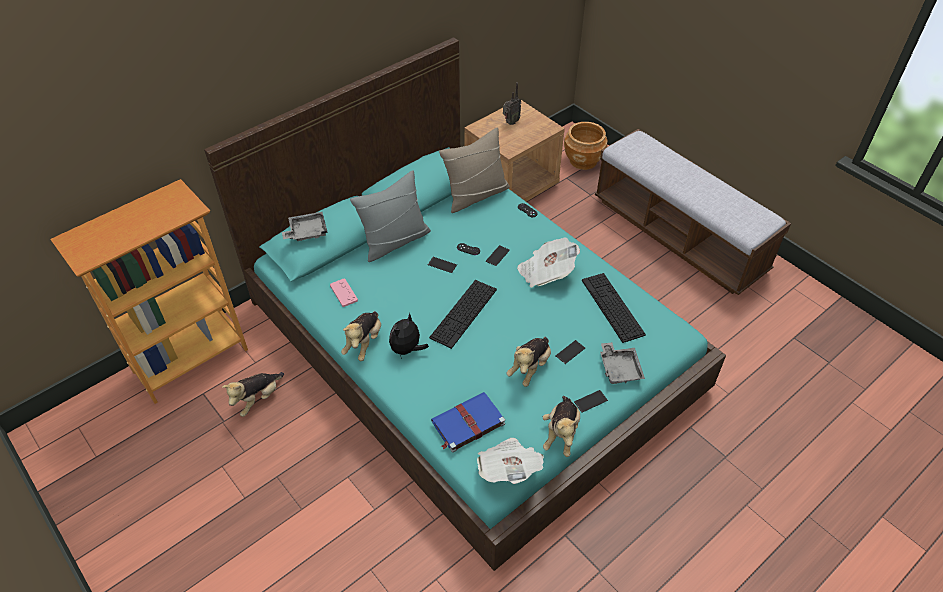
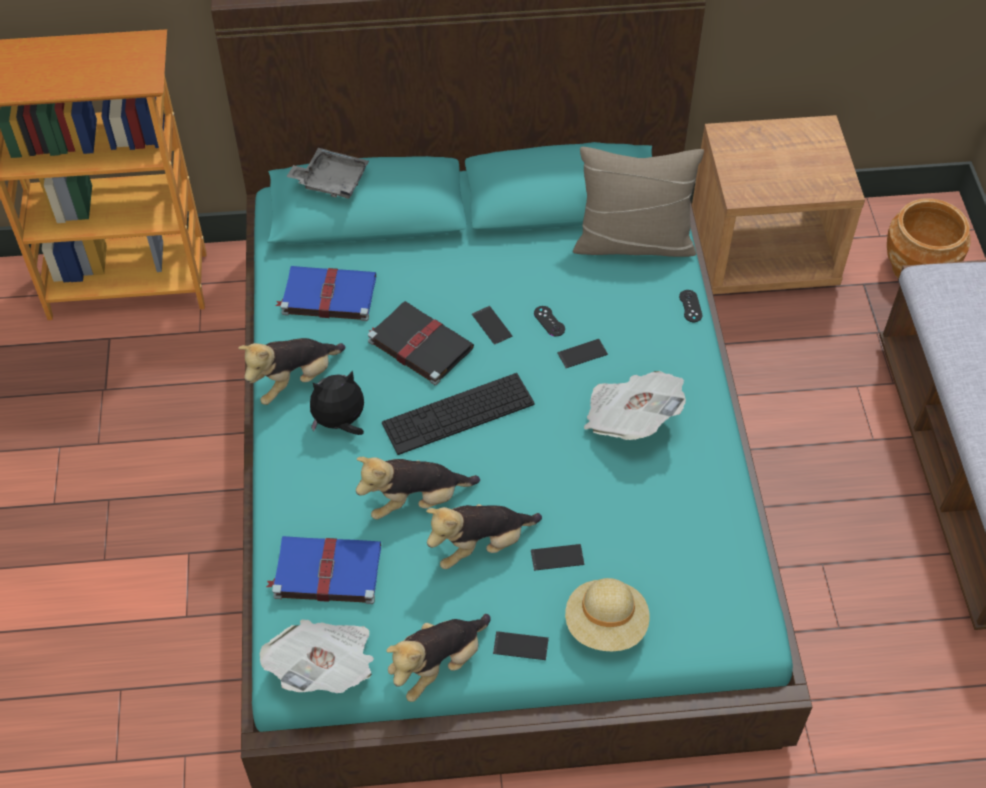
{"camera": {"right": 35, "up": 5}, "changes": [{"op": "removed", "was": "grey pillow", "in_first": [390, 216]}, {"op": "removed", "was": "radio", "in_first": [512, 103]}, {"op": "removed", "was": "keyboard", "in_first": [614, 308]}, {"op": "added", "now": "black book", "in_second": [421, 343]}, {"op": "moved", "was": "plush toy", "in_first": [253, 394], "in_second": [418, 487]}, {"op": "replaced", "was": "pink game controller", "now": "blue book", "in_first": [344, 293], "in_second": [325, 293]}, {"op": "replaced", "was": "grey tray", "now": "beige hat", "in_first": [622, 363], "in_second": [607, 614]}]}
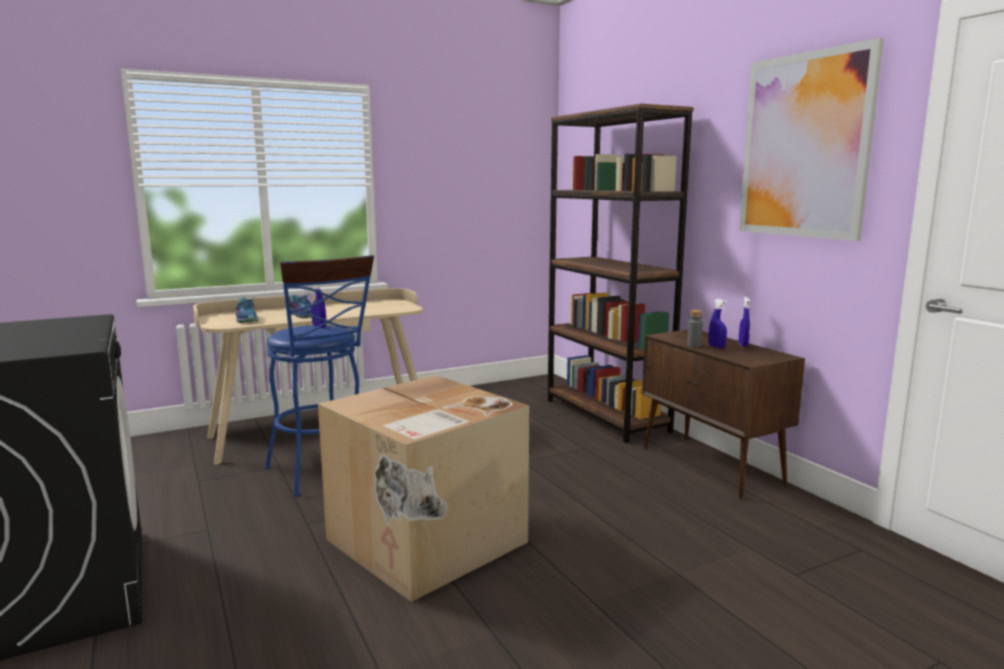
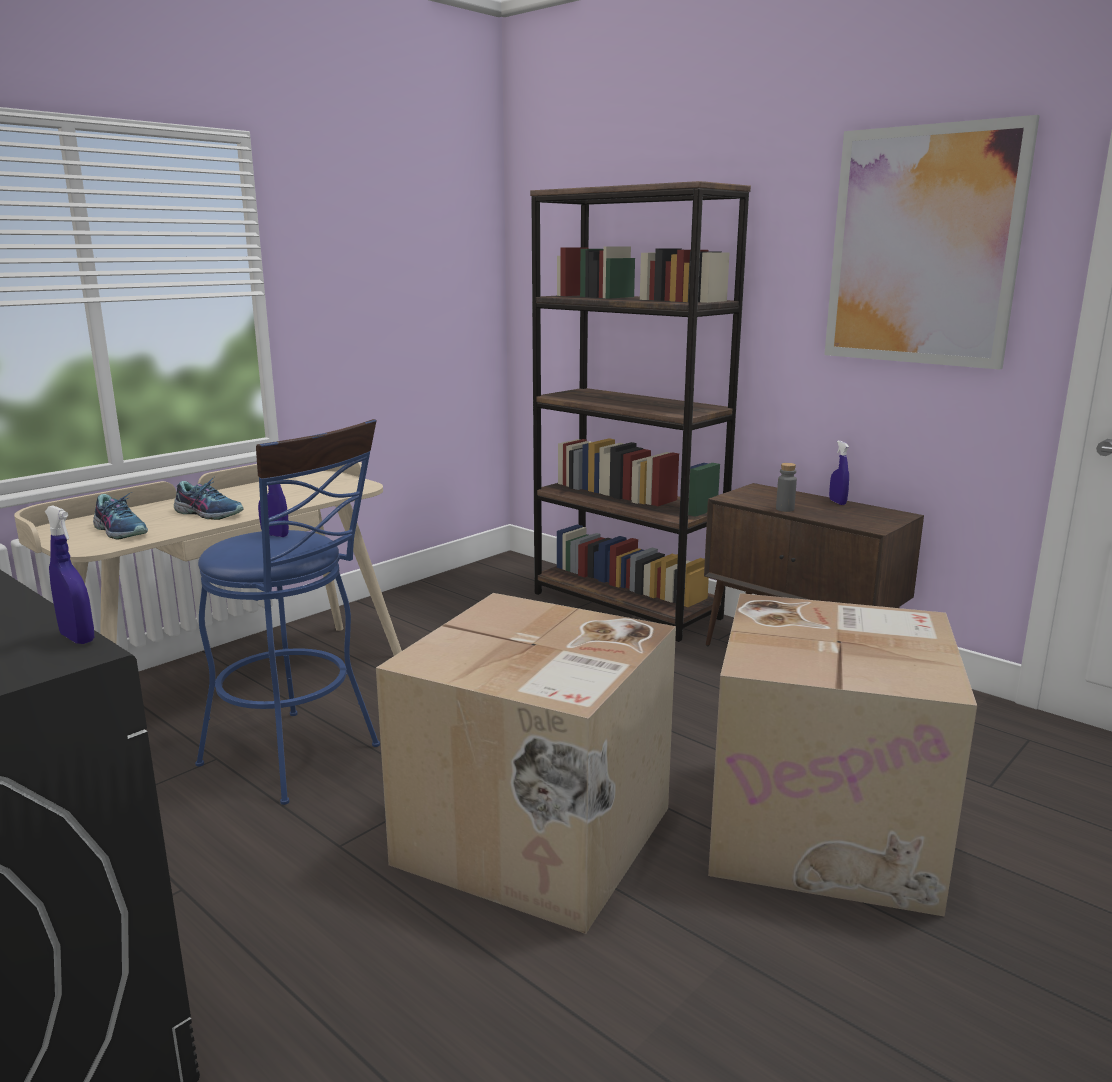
{"camera": {"right": -20, "up": 5}, "changes": [{"op": "added", "now": "cardboard box", "in_second": [842, 755]}, {"op": "moved", "was": "blue spray bottle", "in_first": [717, 323], "in_second": [69, 575]}]}
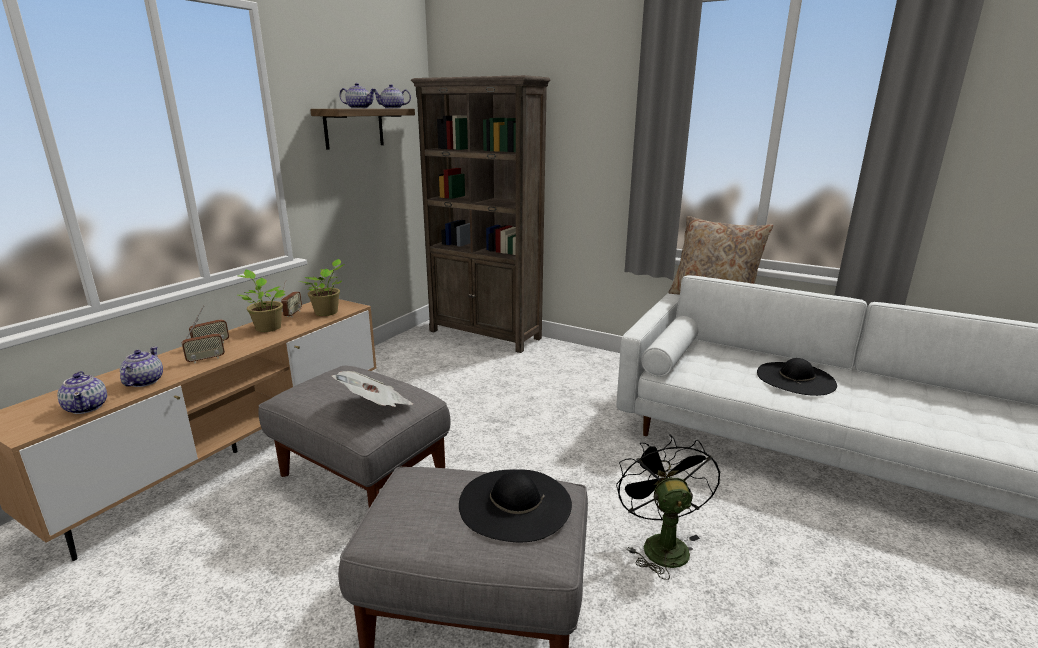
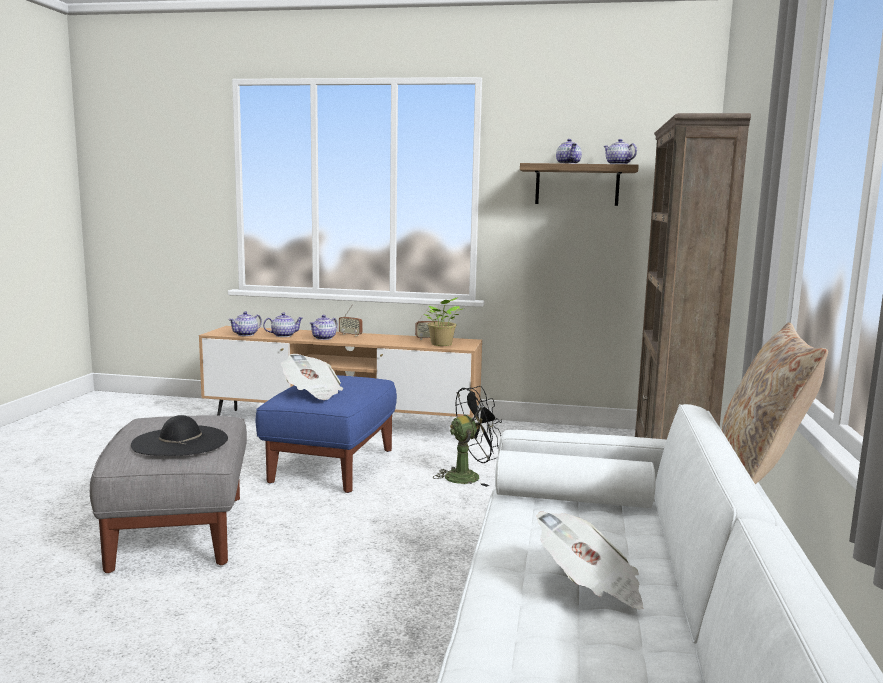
{"camera": {"right": 70, "up": -10}, "changes": [{"op": "removed", "was": "potted plant", "in_first": [261, 301]}, {"op": "moved", "was": "black fan", "in_first": [668, 507], "in_second": [467, 436]}, {"op": "replaced", "was": "radio", "now": "teapot", "in_first": [203, 341], "in_second": [324, 327]}, {"op": "replaced", "was": "black hat", "now": "newspaper", "in_first": [797, 377], "in_second": [590, 560]}, {"op": "recoloured", "was": "grey ottoman", "now": "blue ottoman", "in_first": [355, 437], "in_second": [326, 434]}]}
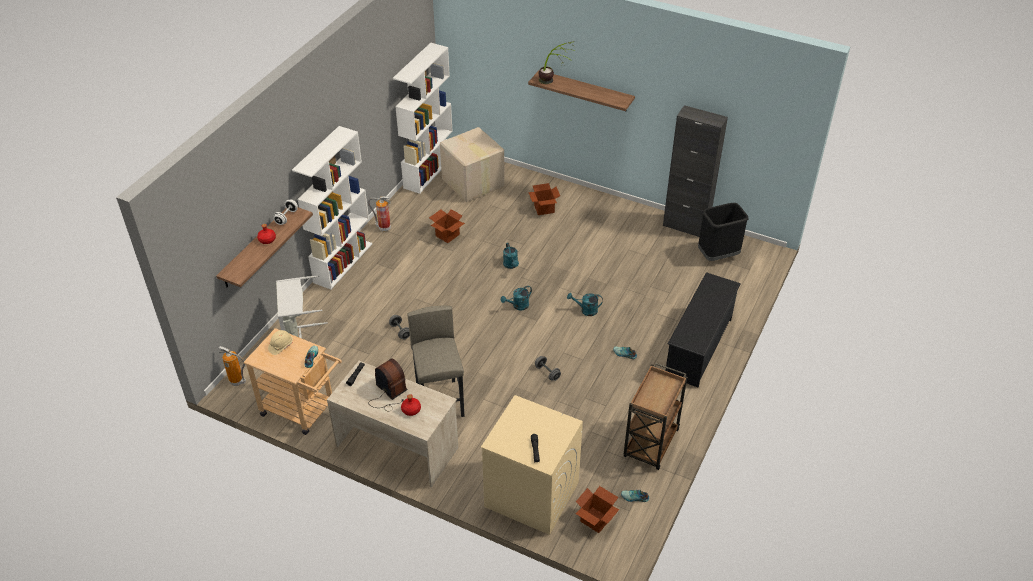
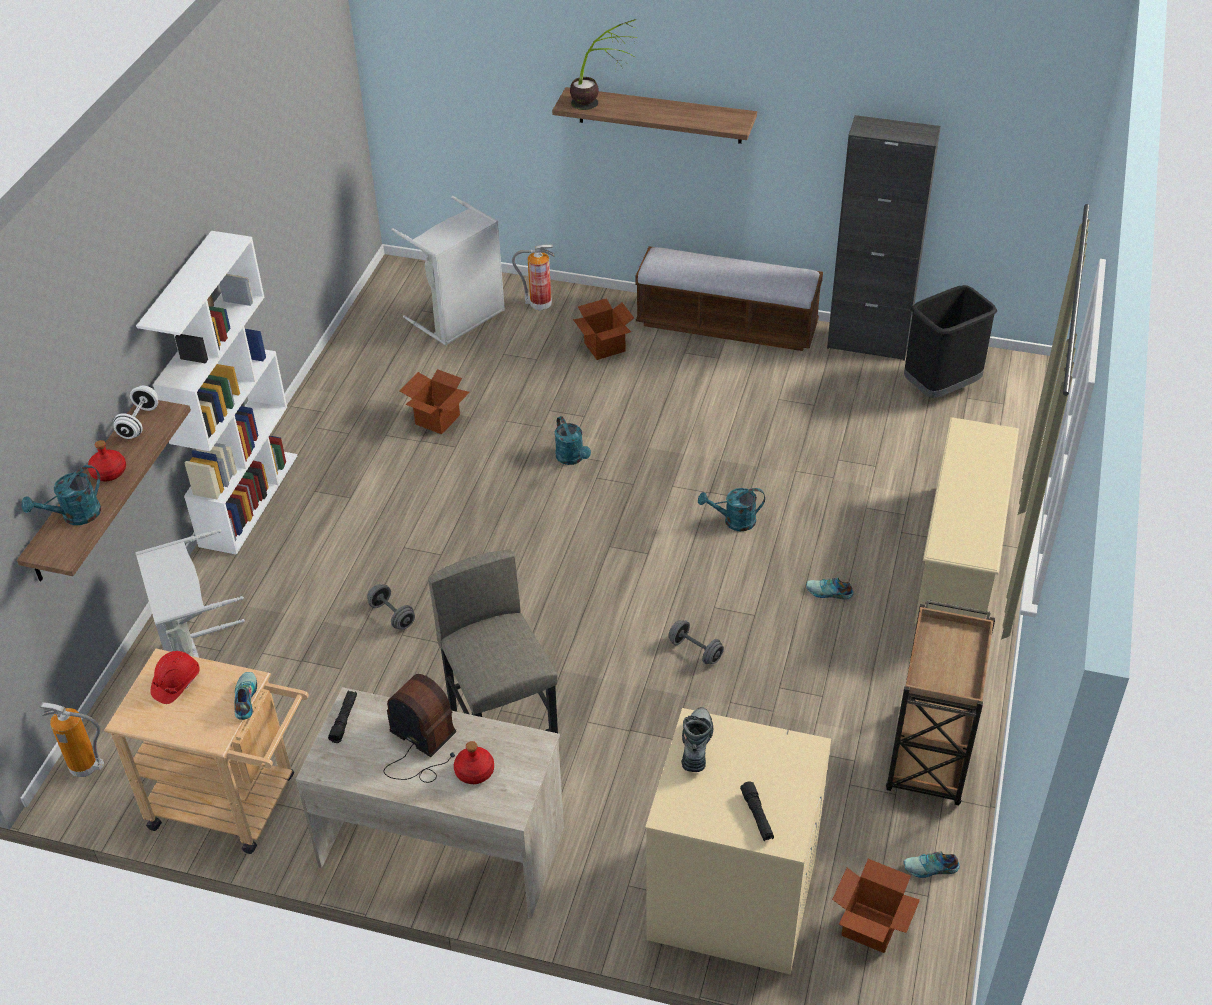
{"camera": {"right": -10, "up": 0}, "changes": [{"op": "removed", "was": "white bookcase", "in_first": [423, 118]}, {"op": "added", "now": "bench", "in_second": [729, 298]}, {"op": "added", "now": "boot", "in_second": [697, 739]}, {"op": "moved", "was": "fire extinguisher", "in_first": [379, 214], "in_second": [533, 278]}, {"op": "moved", "was": "turquoise watering can", "in_first": [516, 298], "in_second": [61, 495]}, {"op": "replaced", "was": "cardboard box", "now": "grey laundry basket", "in_first": [472, 164], "in_second": [448, 271]}, {"op": "recoloured", "was": "beige hard hat", "now": "red hard hat", "in_first": [280, 342], "in_second": [174, 677]}, {"op": "recoloured", "was": "black shoe rack", "now": "beige shoe rack", "in_first": [703, 329], "in_second": [967, 520]}]}
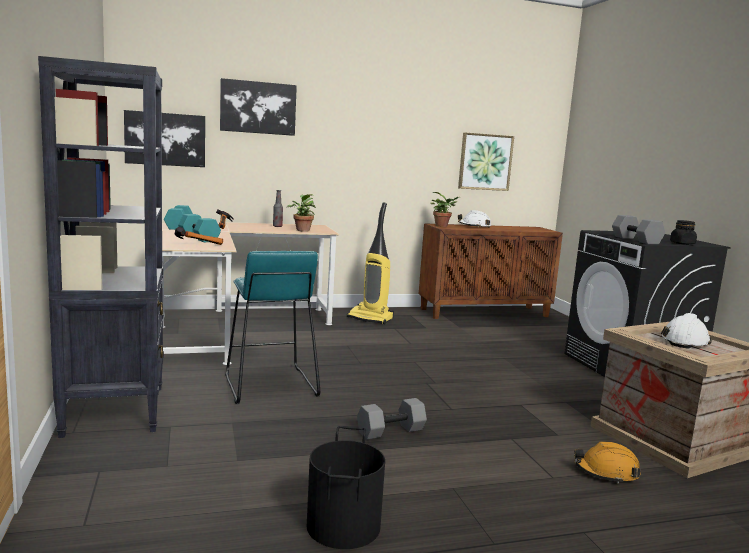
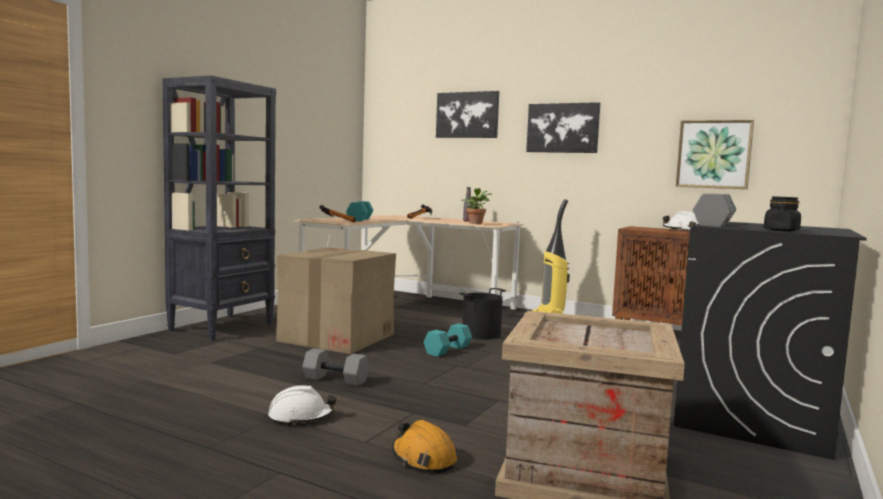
{"camera": {"right": 45, "up": -5}, "changes": [{"op": "removed", "was": "potted plant", "in_first": [445, 209]}, {"op": "moved", "was": "picture", "in_first": [164, 138], "in_second": [563, 127]}, {"op": "moved", "was": "turquoise dumbbell", "in_first": [178, 217], "in_second": [447, 340]}, {"op": "moved", "was": "black bucket", "in_first": [346, 487], "in_second": [482, 314]}, {"op": "moved", "was": "white hard hat", "in_first": [686, 331], "in_second": [302, 405]}, {"op": "replaced", "was": "turquoise stool", "now": "cardboard box", "in_first": [272, 327], "in_second": [336, 301]}]}
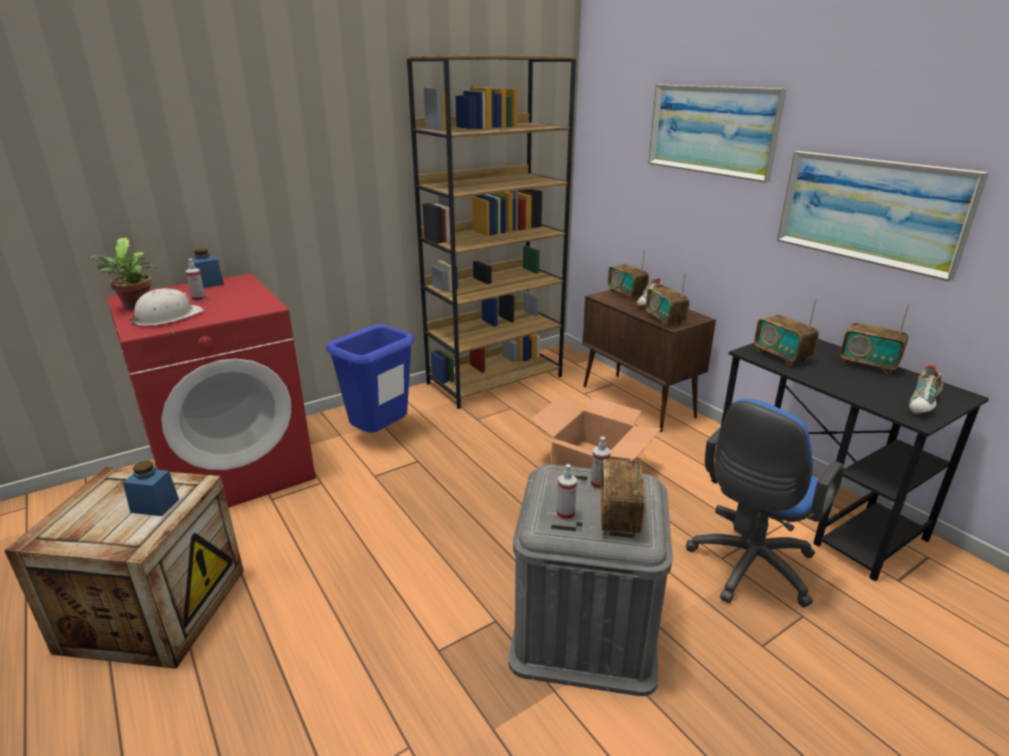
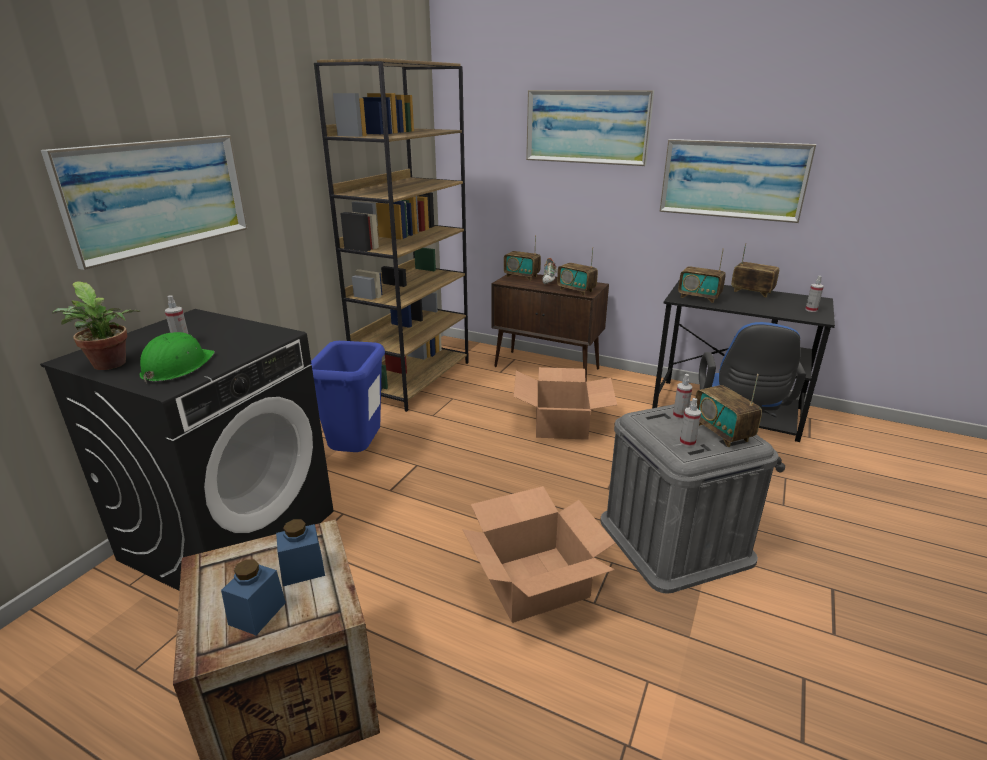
{"camera": {"right": -30, "up": 0}, "changes": [{"op": "added", "now": "picture", "in_second": [144, 202]}, {"op": "added", "now": "cardboard box", "in_second": [538, 554]}, {"op": "moved", "was": "blue jar", "in_first": [208, 268], "in_second": [253, 597]}, {"op": "replaced", "was": "shoe", "now": "spray bottle", "in_first": [926, 389], "in_second": [814, 294]}, {"op": "recoloured", "was": "red washing machine", "now": "black washing machine", "in_first": [211, 390], "in_second": [186, 450]}, {"op": "recoloured", "was": "white hard hat", "now": "green hard hat", "in_first": [167, 307], "in_second": [177, 358]}, {"op": "turned", "was": "radio", "in_first": [874, 339], "in_second": [755, 270], "clockwise": -150}]}
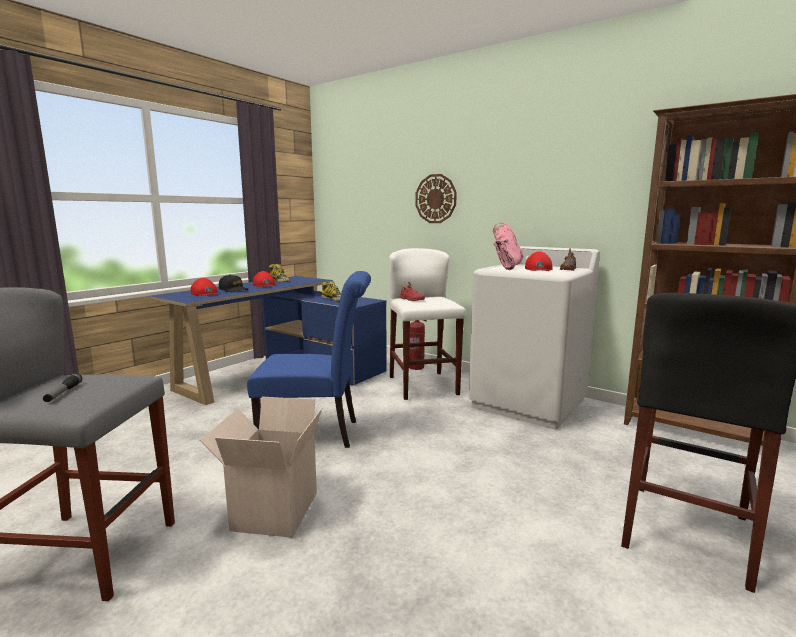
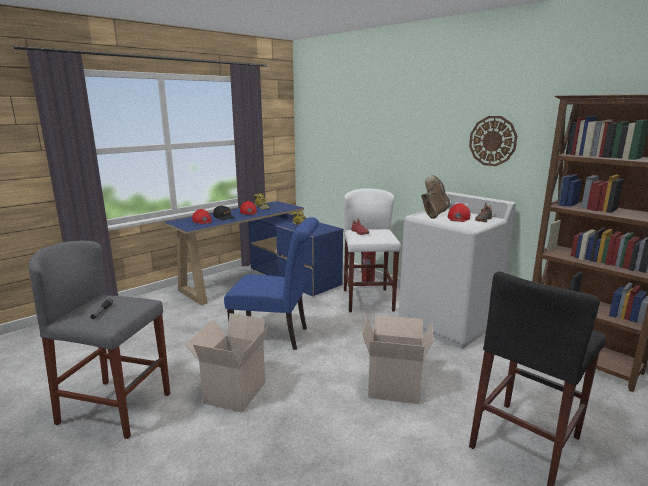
{"camera": {"right": 10, "up": 5}, "changes": [{"op": "added", "now": "cardboard box", "in_second": [398, 359]}, {"op": "moved", "was": "wall clock", "in_first": [436, 198], "in_second": [493, 141]}, {"op": "recoloured", "was": "pink boot", "now": "brown boot", "in_first": [508, 246], "in_second": [435, 197]}]}
